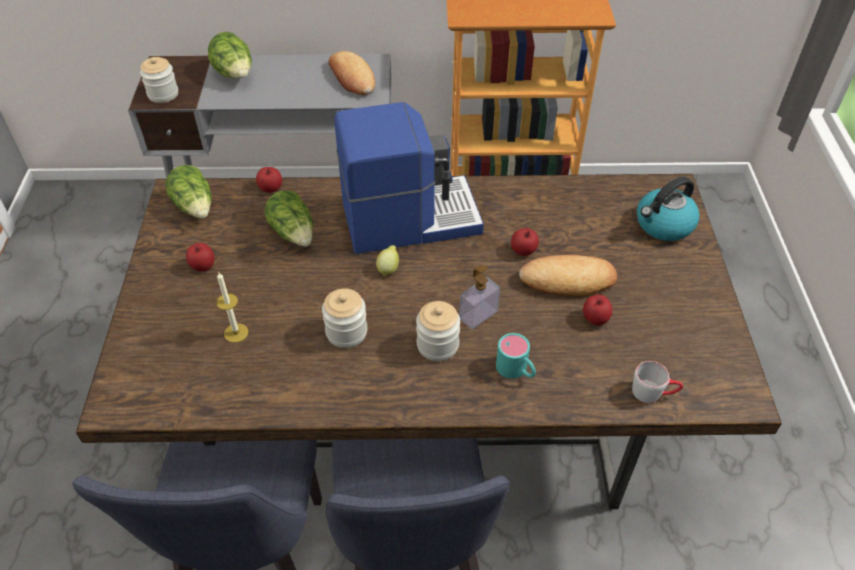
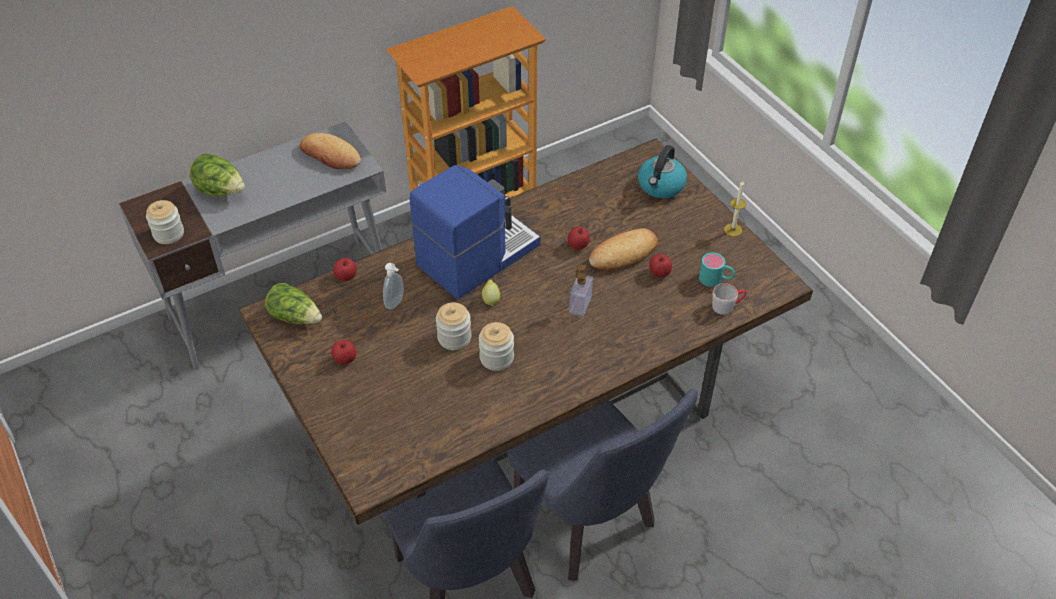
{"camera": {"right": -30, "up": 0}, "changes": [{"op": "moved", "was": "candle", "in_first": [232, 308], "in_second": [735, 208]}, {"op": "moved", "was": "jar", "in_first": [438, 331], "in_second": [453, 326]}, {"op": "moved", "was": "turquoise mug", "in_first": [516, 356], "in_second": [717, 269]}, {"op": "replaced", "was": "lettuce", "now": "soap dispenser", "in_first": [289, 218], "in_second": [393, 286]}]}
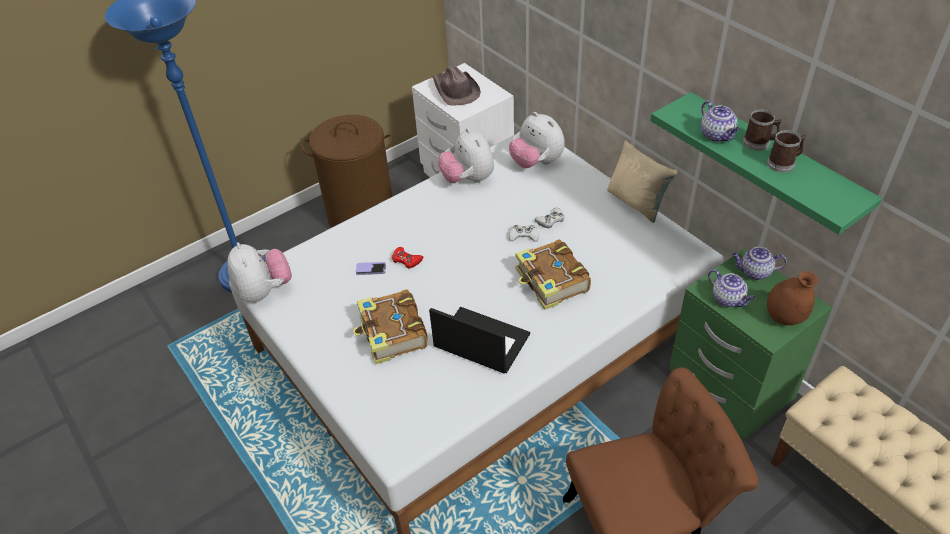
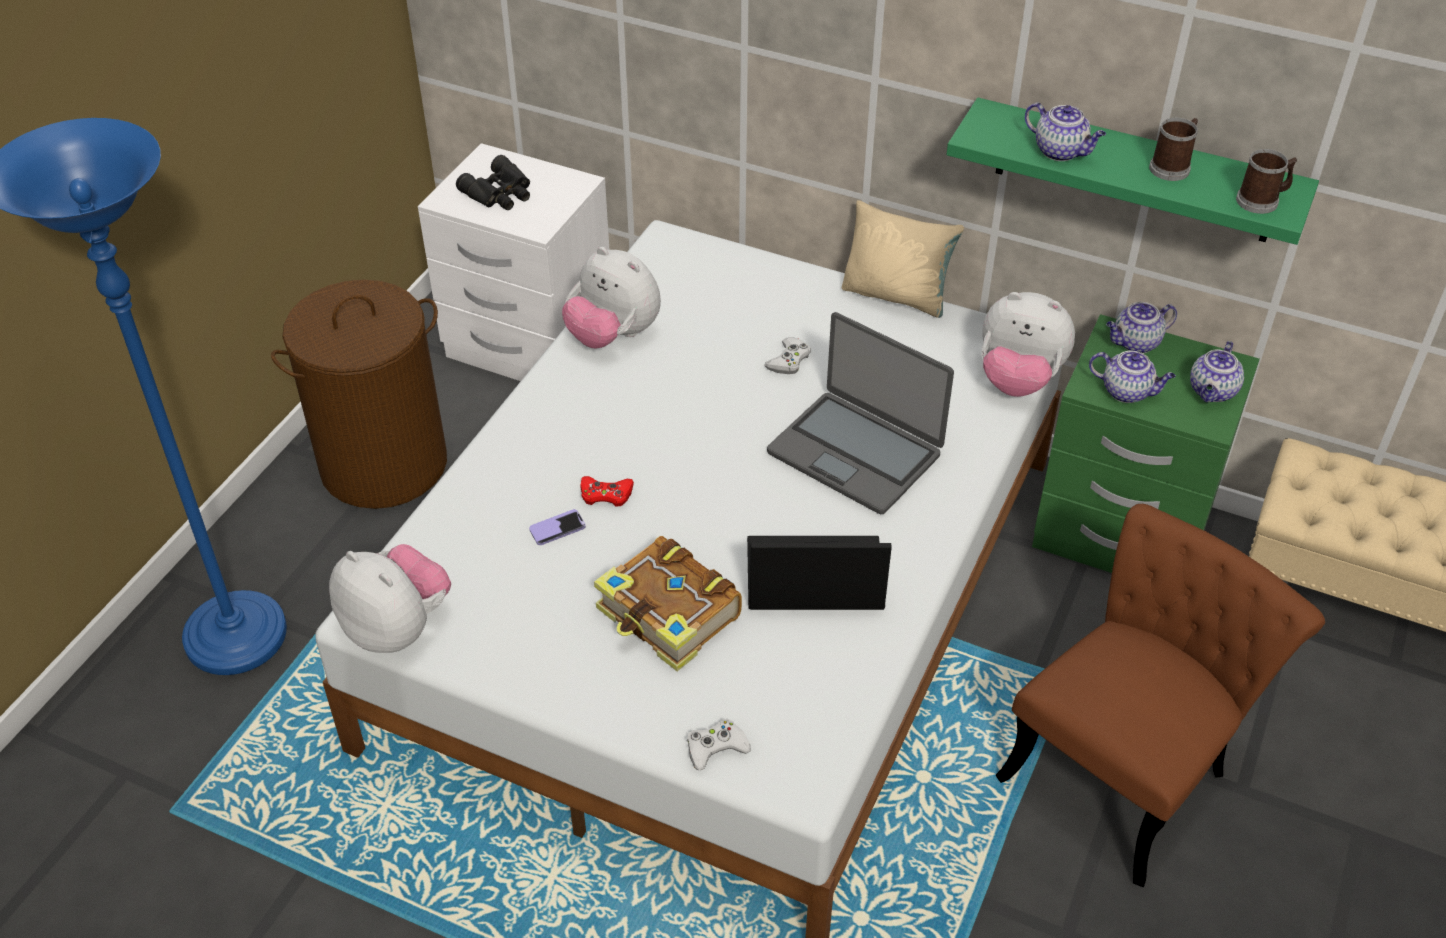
{"camera": {"right": -30, "up": 0}, "changes": [{"op": "moved", "was": "plush toy", "in_first": [537, 140], "in_second": [1028, 344]}, {"op": "moved", "was": "white game controller", "in_first": [524, 233], "in_second": [719, 744]}, {"op": "moved", "was": "mug", "in_first": [762, 130], "in_second": [1266, 181]}, {"op": "replaced", "was": "brown hat", "now": "black binoculars", "in_first": [456, 85], "in_second": [493, 182]}, {"op": "replaced", "was": "book", "now": "laptop", "in_first": [553, 274], "in_second": [860, 413]}, {"op": "replaced", "was": "brown vase", "now": "teapot", "in_first": [792, 298], "in_second": [1217, 371]}]}
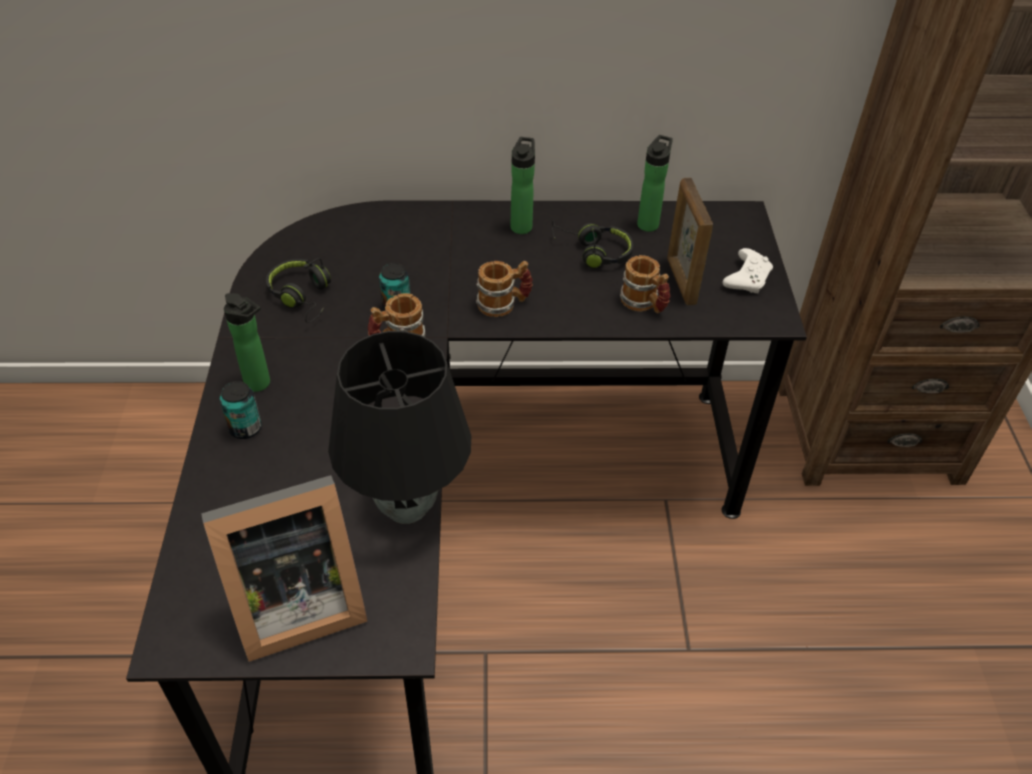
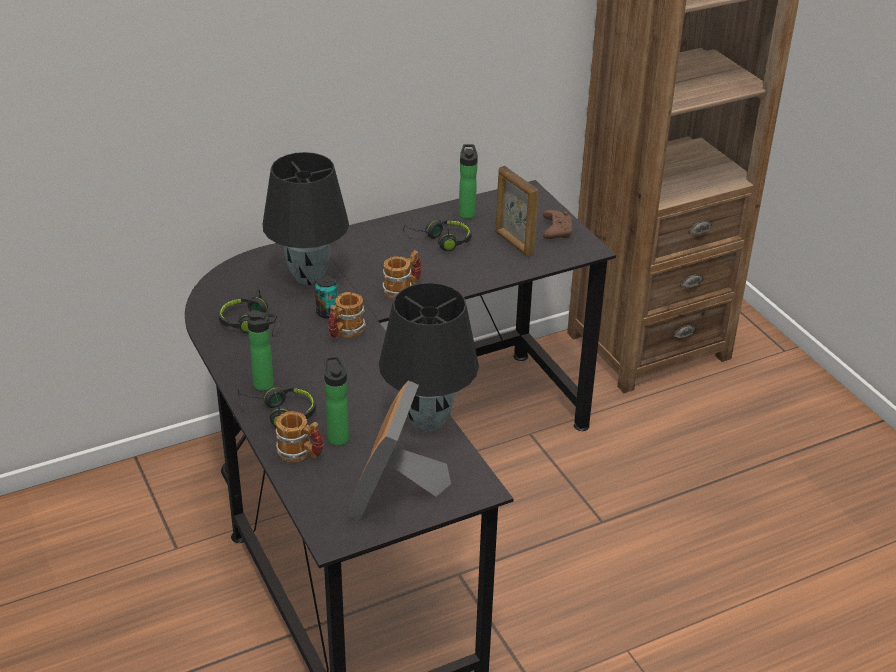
{"camera": {"right": -25, "up": -10}, "changes": [{"op": "added", "now": "black table lamp", "in_second": [306, 218]}, {"op": "moved", "was": "bottle", "in_first": [523, 185], "in_second": [336, 401]}, {"op": "moved", "was": "mug", "in_first": [645, 284], "in_second": [300, 436]}, {"op": "replaced", "was": "can", "now": "black headphones", "in_first": [241, 410], "in_second": [277, 406]}, {"op": "recoloured", "was": "white game controller", "now": "brown game controller", "in_first": [748, 270], "in_second": [558, 224]}, {"op": "turned", "was": "picture frame", "in_first": [284, 568], "in_second": [400, 450], "clockwise": 150}]}
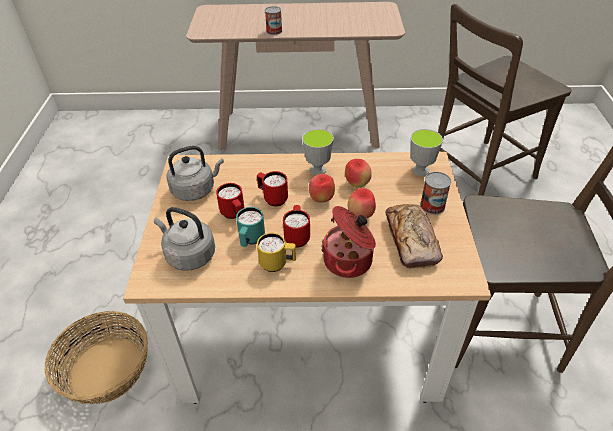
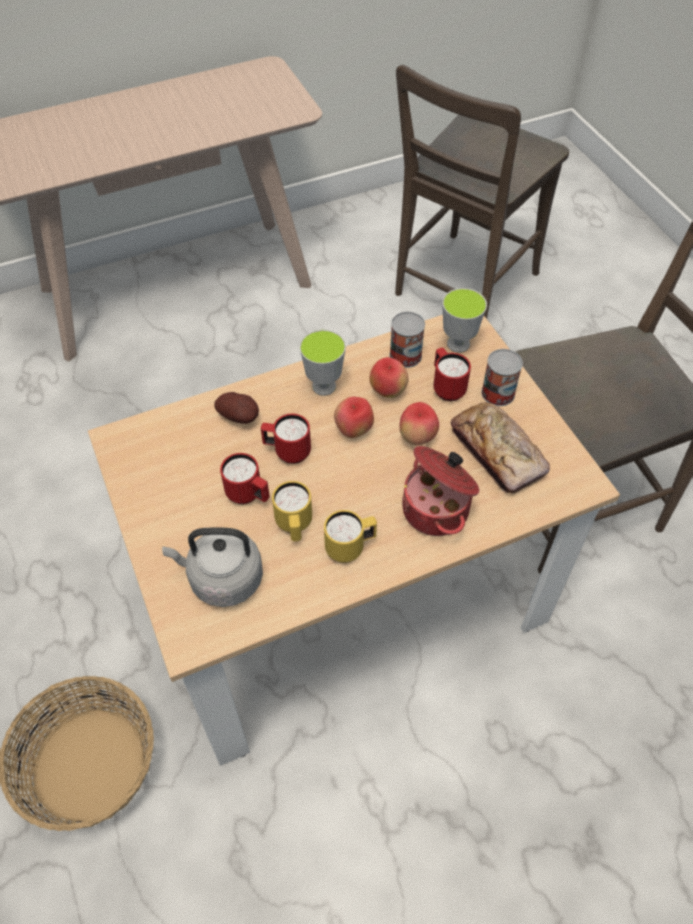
{"camera": {"right": -25, "up": 10}, "changes": [{"op": "removed", "was": "grey kettle", "in_first": [195, 173]}, {"op": "added", "now": "potato", "in_second": [236, 408]}, {"op": "moved", "was": "can", "in_first": [273, 20], "in_second": [407, 340]}, {"op": "moved", "was": "red mug", "in_first": [296, 226], "in_second": [452, 374]}, {"op": "recoloured", "was": "turquoise mug", "now": "yellow mug", "in_first": [250, 227], "in_second": [292, 511]}]}
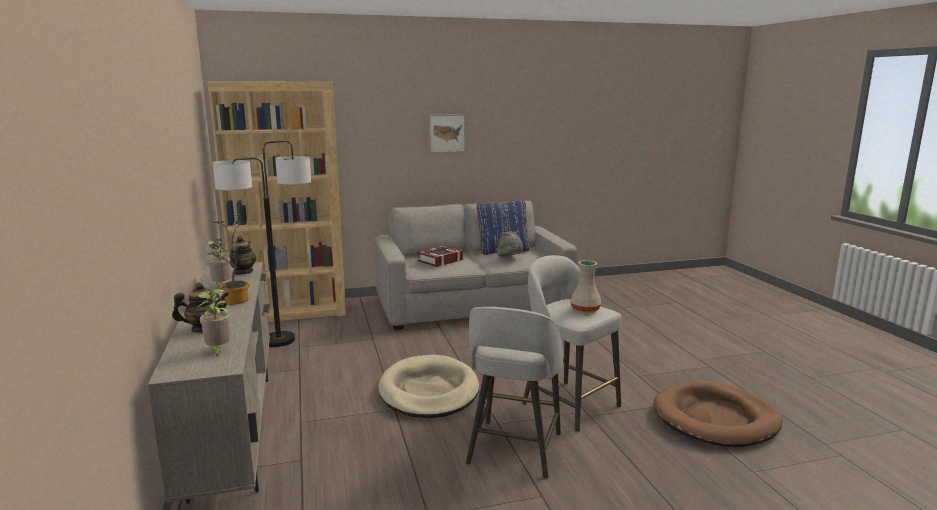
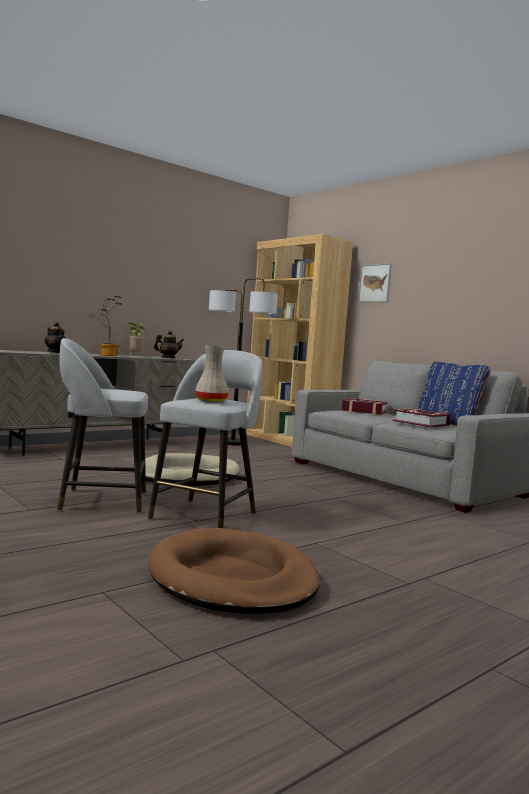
{"camera": {"right": 65, "up": -10}, "changes": [{"op": "removed", "was": "potted plant", "in_first": [214, 323]}, {"op": "moved", "was": "picture", "in_first": [447, 133], "in_second": [375, 282]}, {"op": "replaced", "was": "grey hat", "now": "book", "in_first": [510, 244], "in_second": [421, 418]}]}
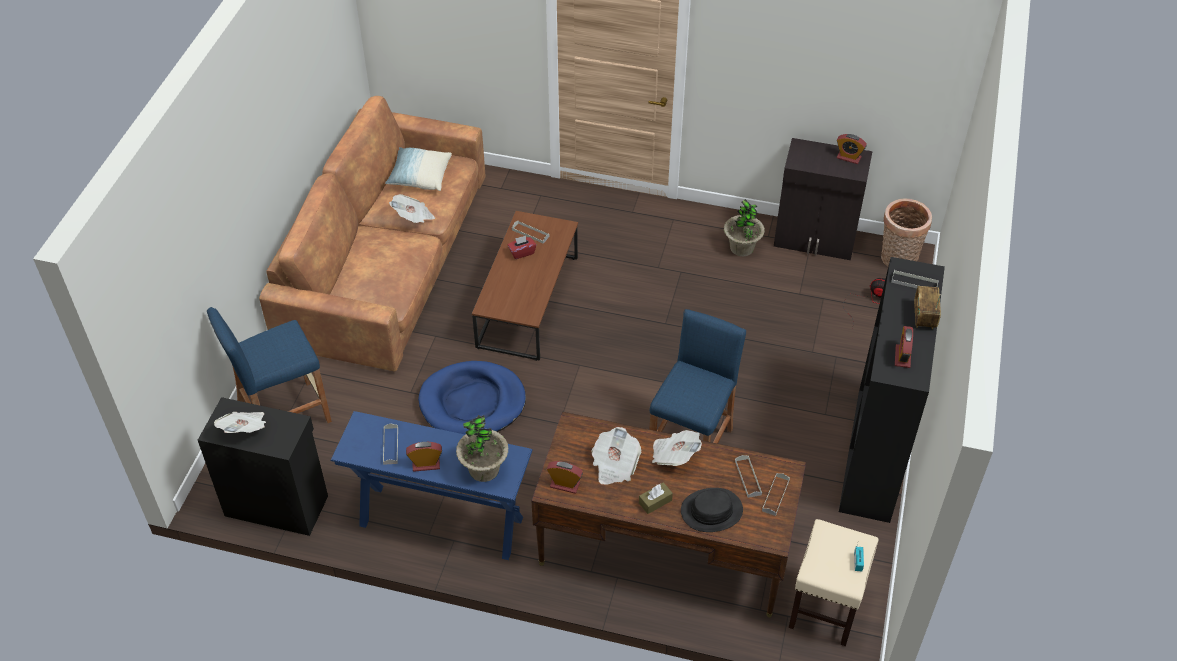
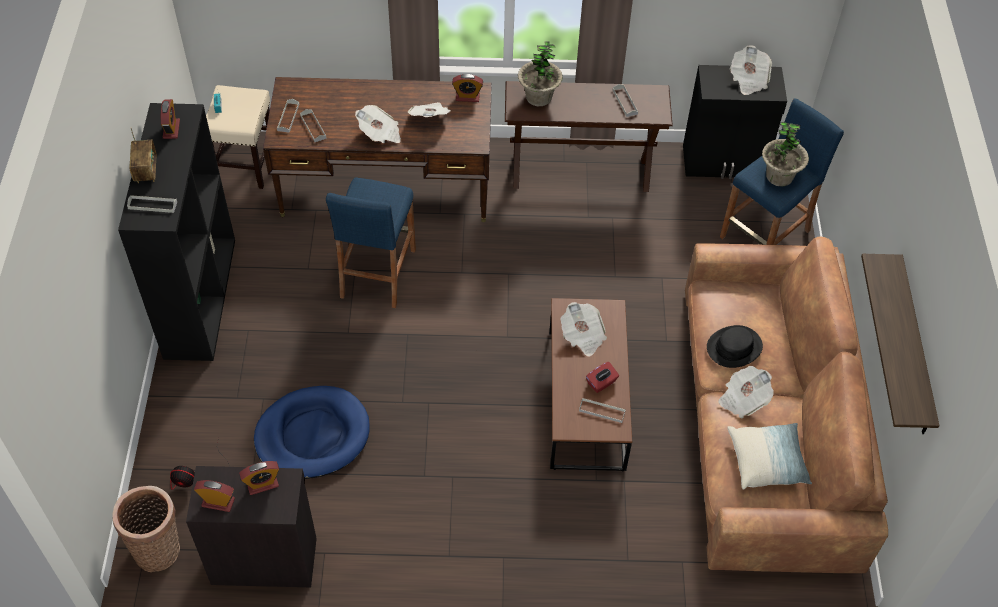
{"camera": {"right": 165, "up": 5}, "changes": [{"op": "removed", "was": "brown tissue box", "in_first": [656, 498]}, {"op": "added", "now": "newspaper", "in_second": [583, 329]}, {"op": "added", "now": "shelf", "in_second": [900, 344]}, {"op": "moved", "was": "alarm clock", "in_first": [424, 457], "in_second": [259, 478]}, {"op": "moved", "was": "blue dog bed", "in_first": [472, 398], "in_second": [312, 432]}, {"op": "moved", "was": "black hat", "in_first": [712, 510], "in_second": [735, 346]}, {"op": "moved", "was": "potted plant", "in_first": [744, 227], "in_second": [785, 154]}, {"op": "recoloured", "was": "blue console table", "now": "brown console table", "in_first": [431, 485], "in_second": [589, 136]}]}
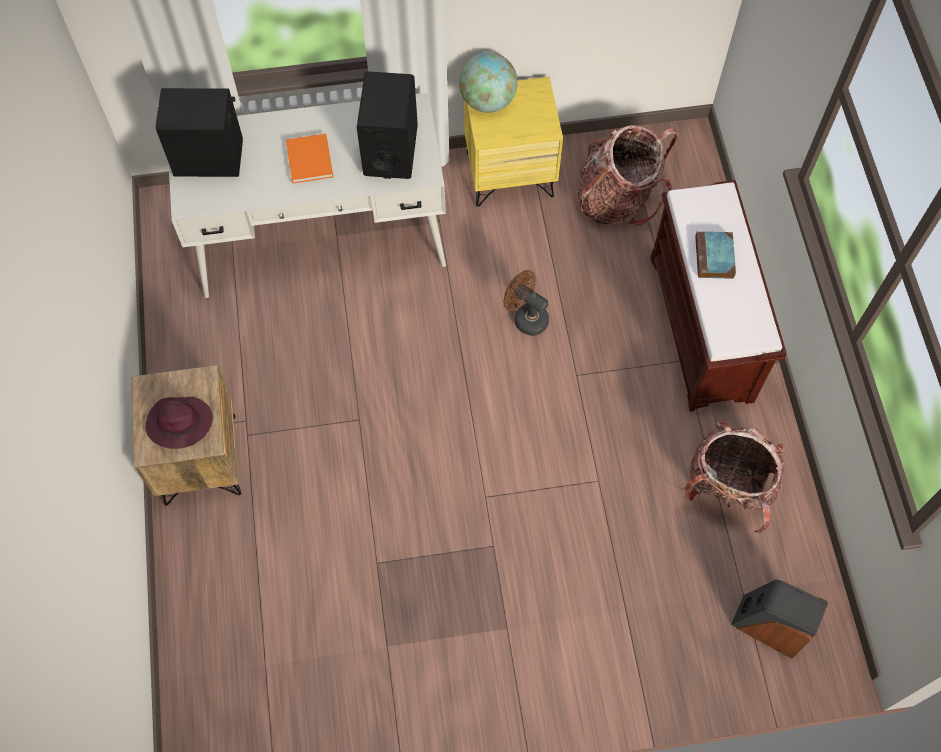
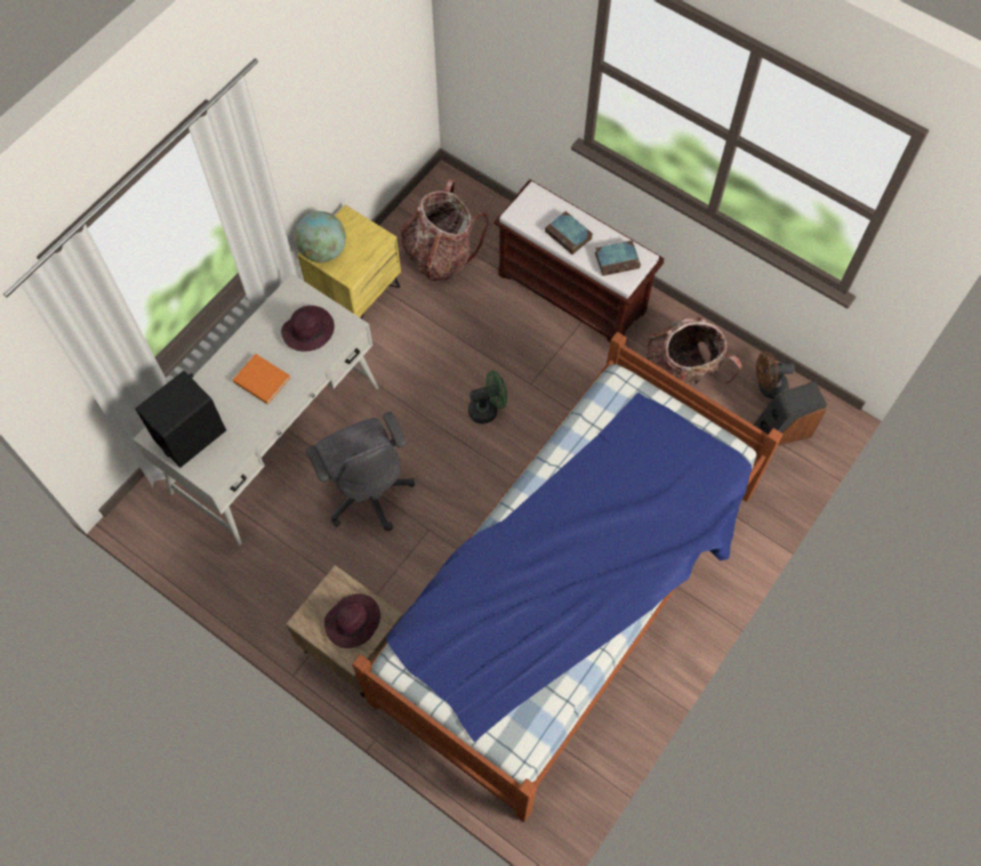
{"camera": {"right": -45, "up": 0}, "changes": [{"op": "added", "now": "grey office chair", "in_second": [360, 471]}, {"op": "added", "now": "bed", "in_second": [567, 577]}, {"op": "added", "now": "green fan", "in_second": [488, 397]}, {"op": "added", "now": "book", "in_second": [618, 258]}, {"op": "moved", "was": "brown fan", "in_first": [526, 303], "in_second": [775, 375]}, {"op": "replaced", "was": "black speaker", "now": "purple hat", "in_first": [387, 125], "in_second": [307, 328]}]}
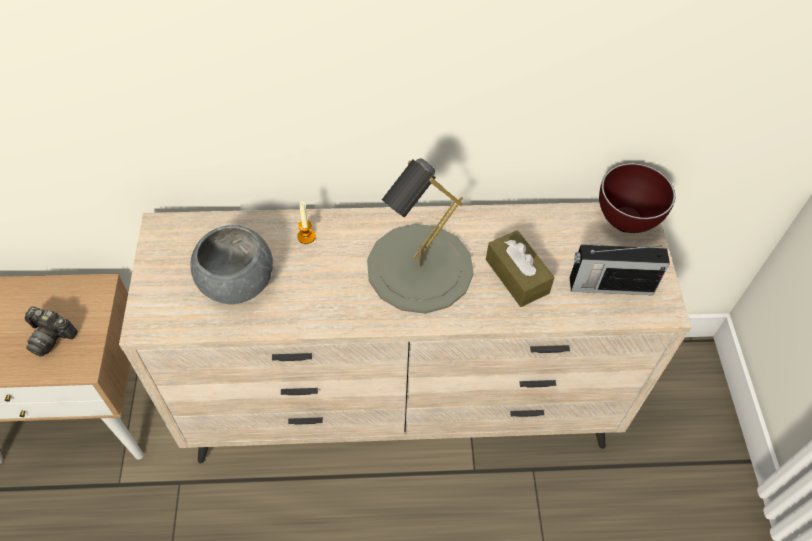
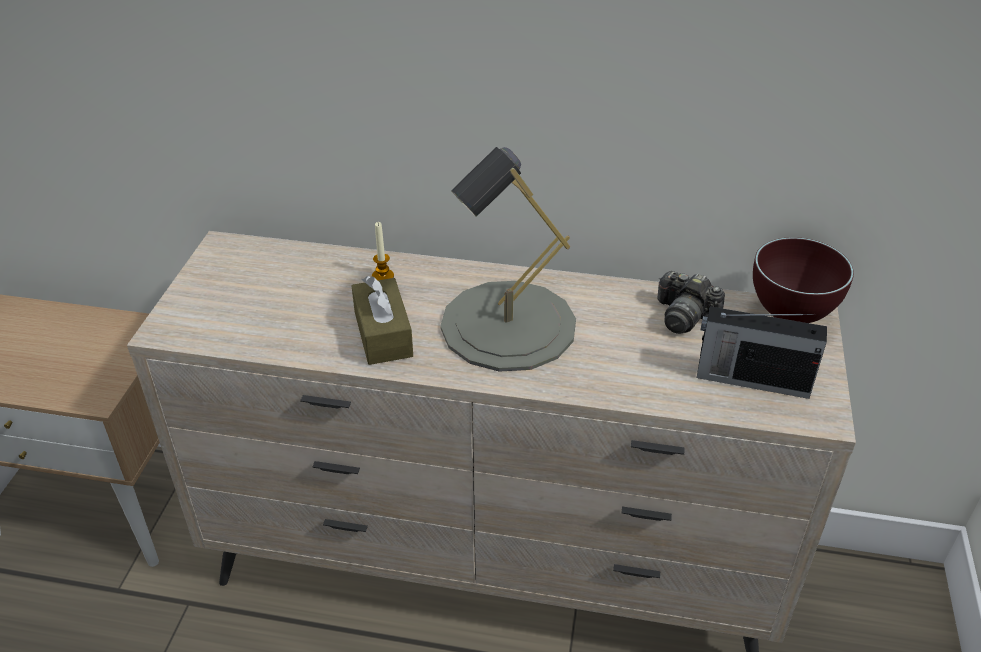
{"camera": {"right": 15, "up": -15}, "changes": [{"op": "removed", "was": "grey bowl", "in_first": [231, 264]}, {"op": "moved", "was": "photo camera", "in_first": [51, 332], "in_second": [691, 302]}, {"op": "moved", "was": "brown tissue box", "in_first": [520, 268], "in_second": [382, 320]}]}
